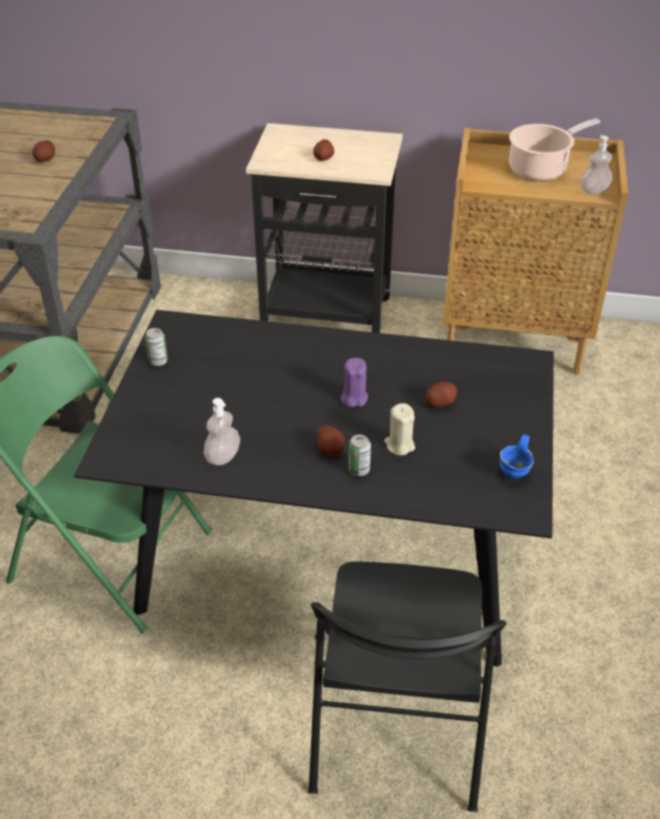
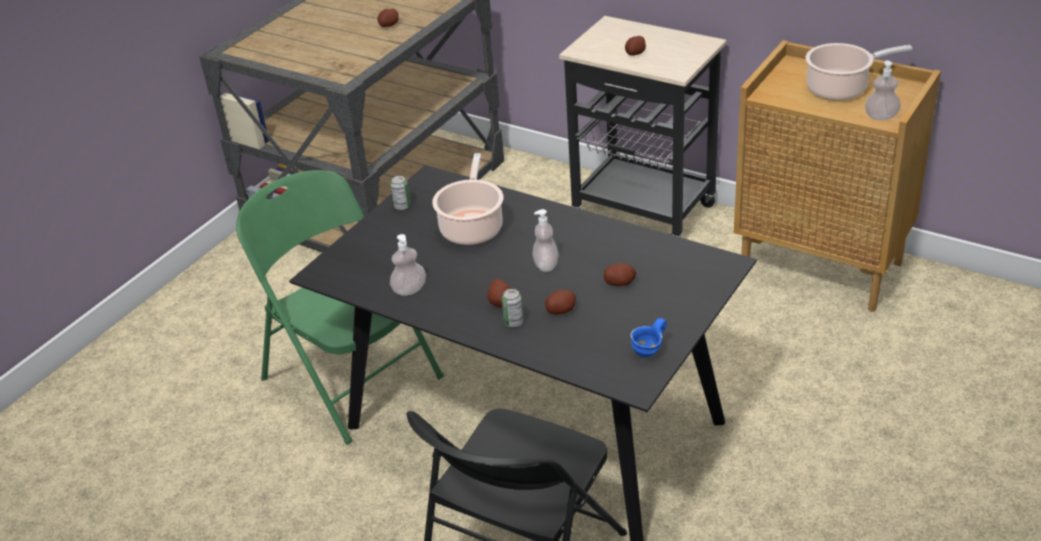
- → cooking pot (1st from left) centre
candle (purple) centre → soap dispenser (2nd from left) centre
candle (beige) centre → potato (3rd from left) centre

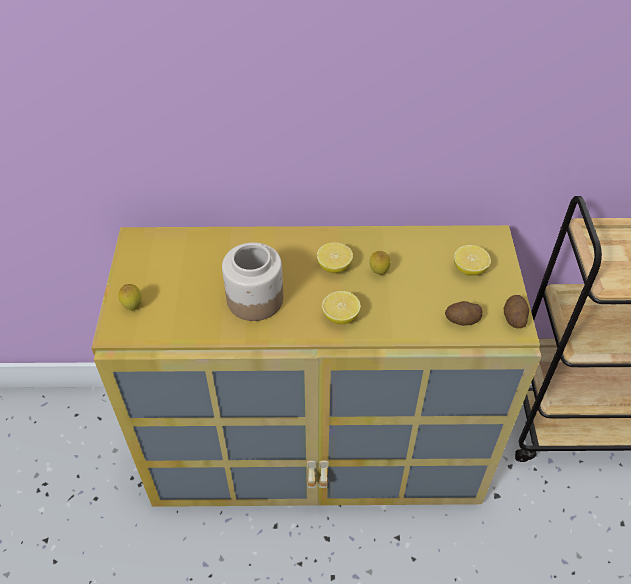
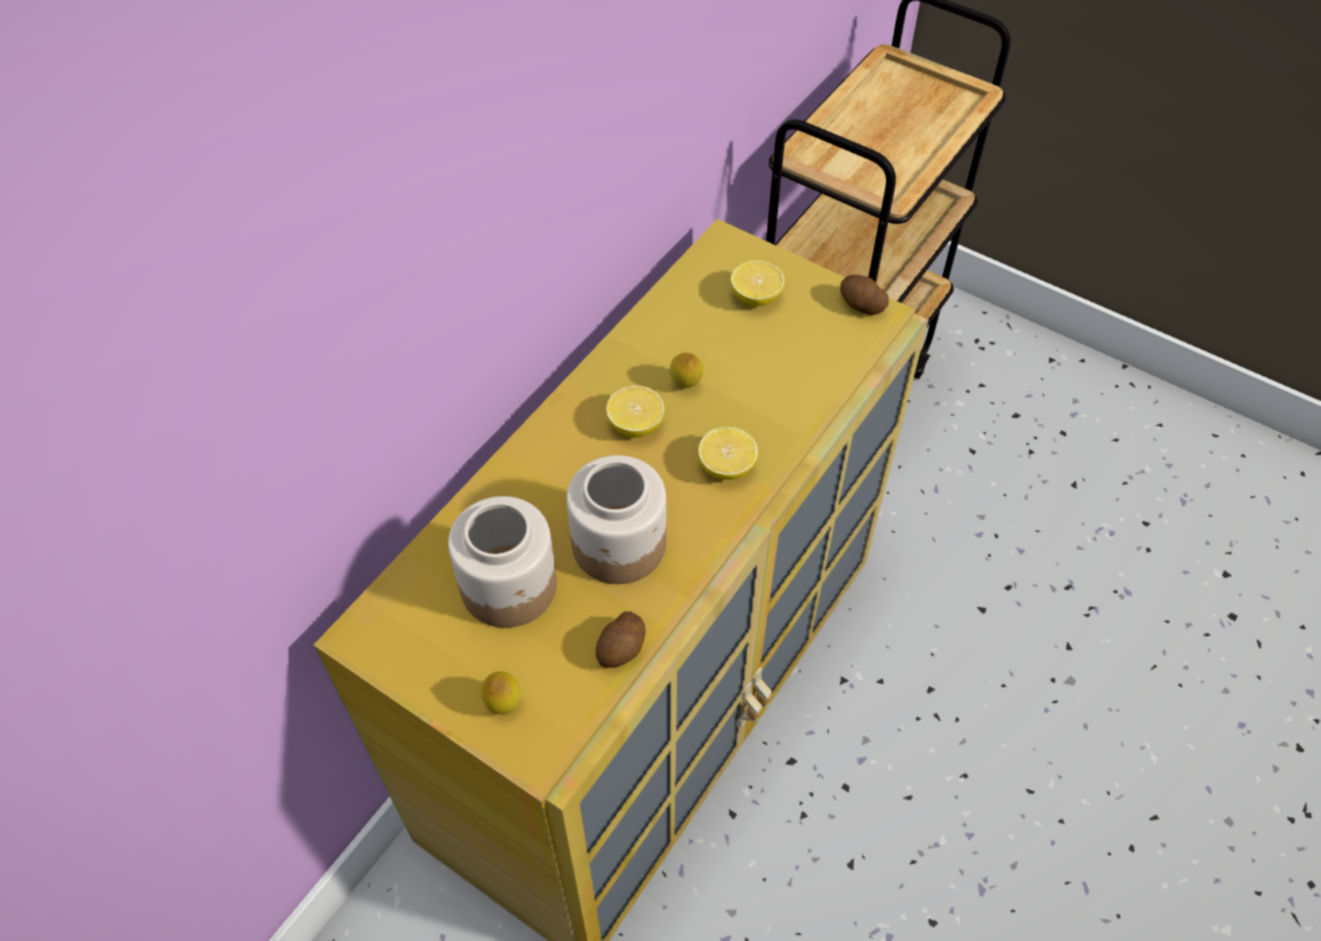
- → jar (1st from left) centre
potato (1st from left) middle right → potato (1st from left) bottom centre, moved

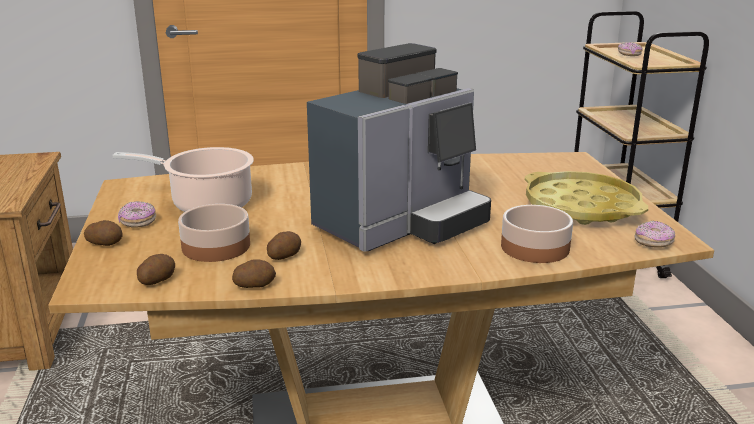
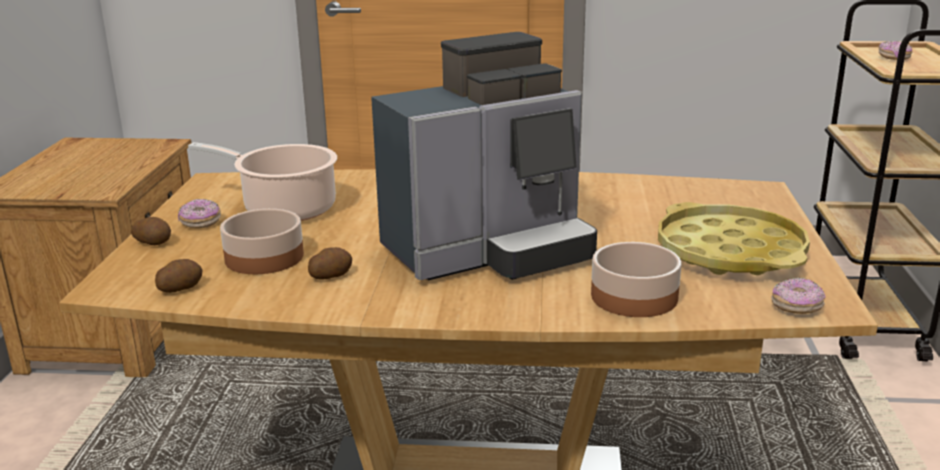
potato (3rd from left) centre → -

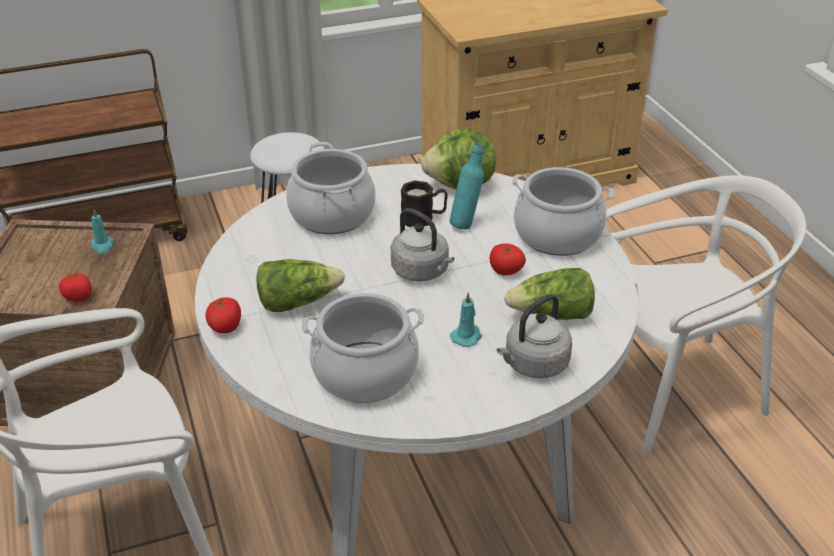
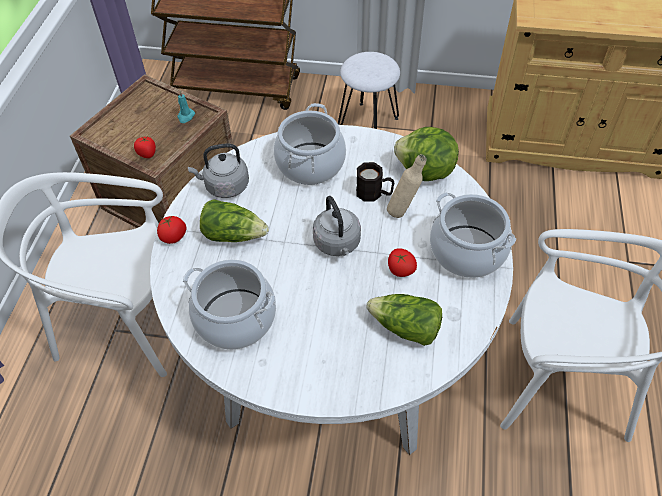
candle (turquoise) (2nd from left) centre → -
kettle (grey) (2nd from left in the first image) centre → kettle (grey) (1st from left) middle left, moved
bottle (turquoise) centre → bottle (beige) centre

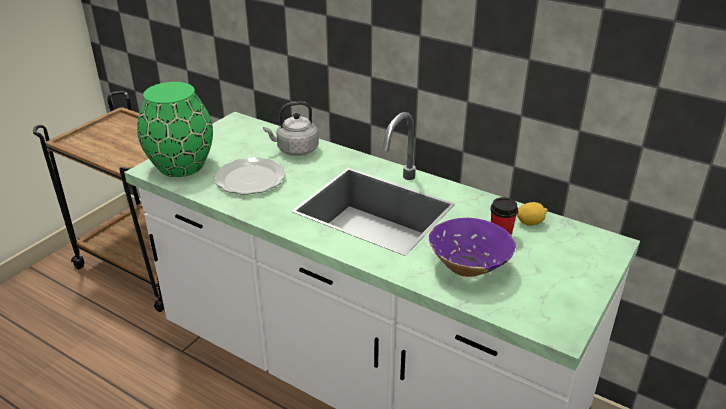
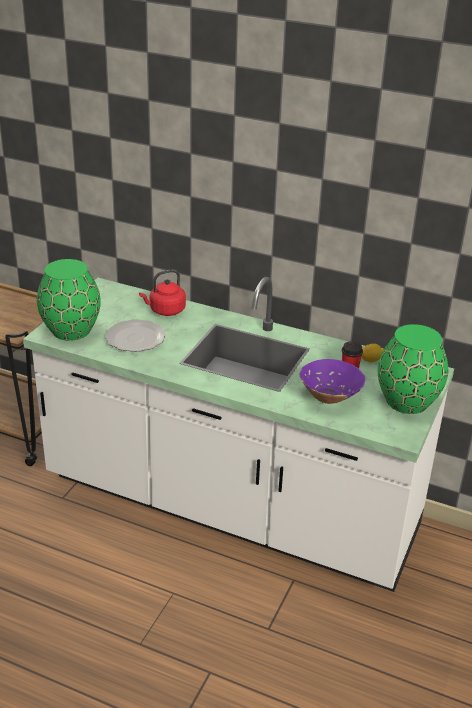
- → vase (green) (2nd from left) middle right
kettle (grey) top centre → kettle (red) centre

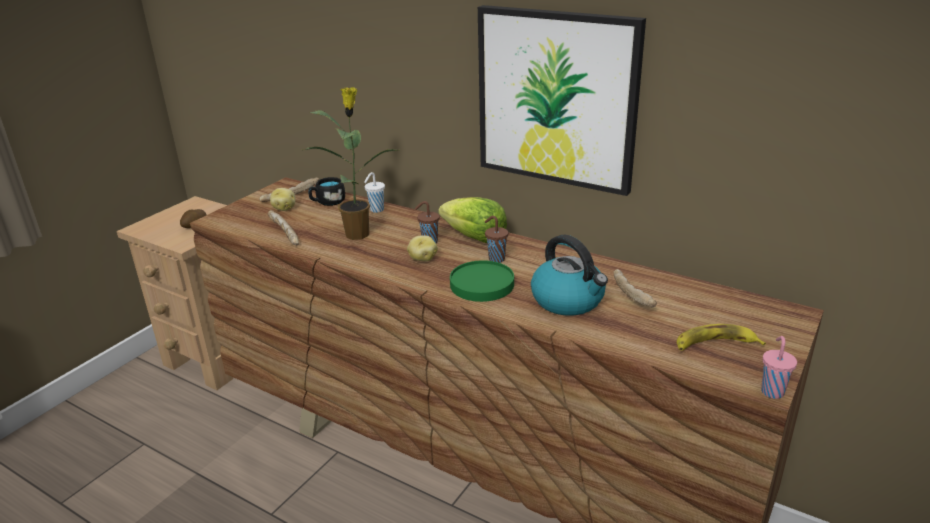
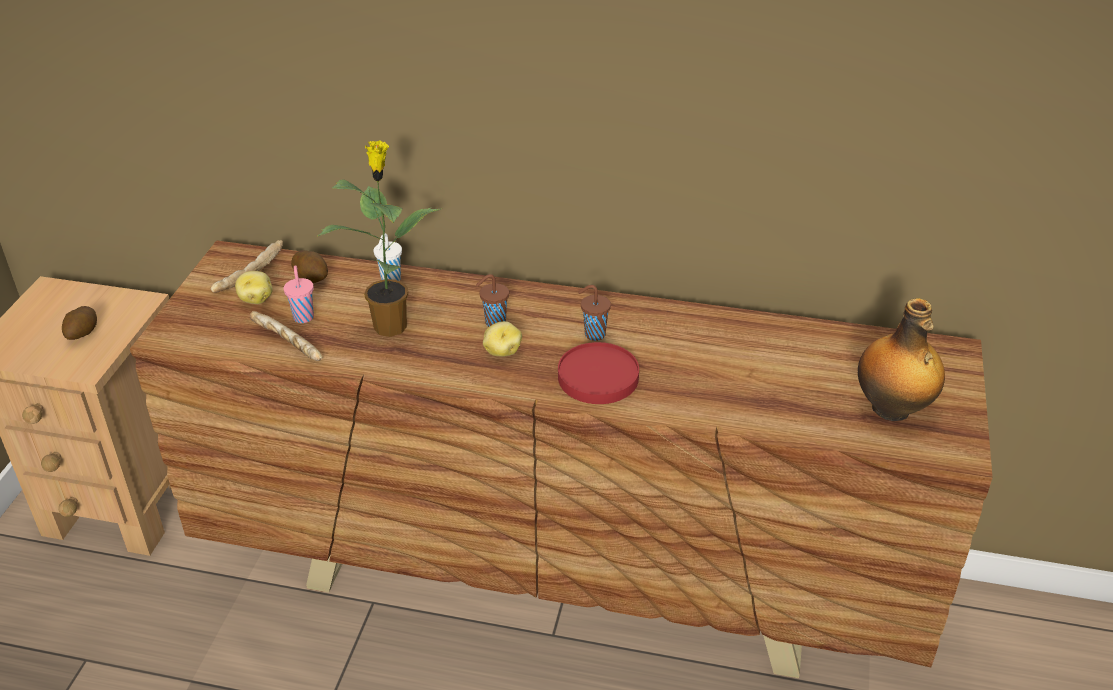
lettuce centre → -
picture top centre → -
kettle centre → -
bread (3rd from left) middle right → -
cup (pink) bottom right → cup (pink) middle left, moved
mug (black) centre → potato (3rd from left) middle left
banana middle right → bottle middle right
plate (green) centre → plate (red) centre

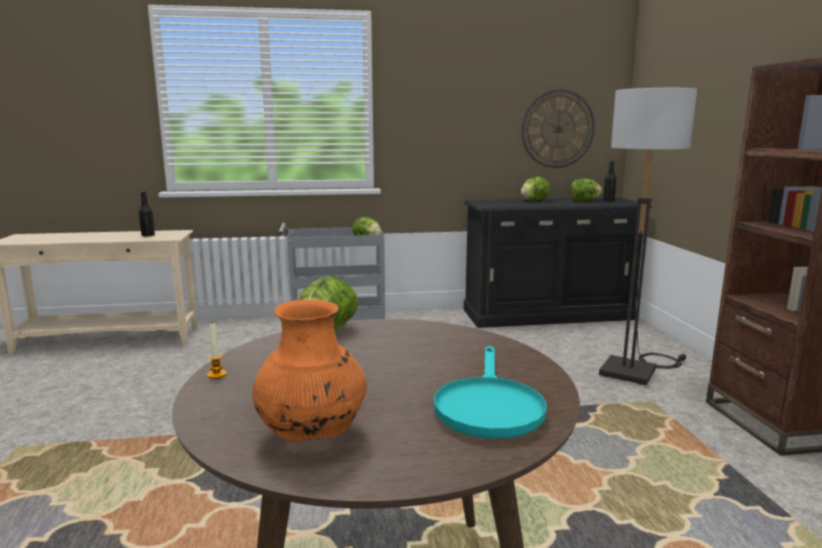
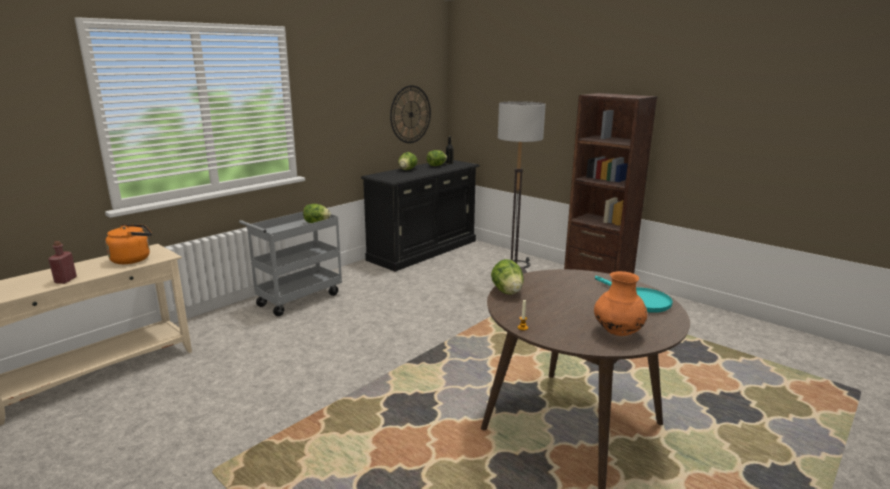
- → bottle (red) middle left
bottle (black) (1st from left) middle left → kettle (orange) middle left

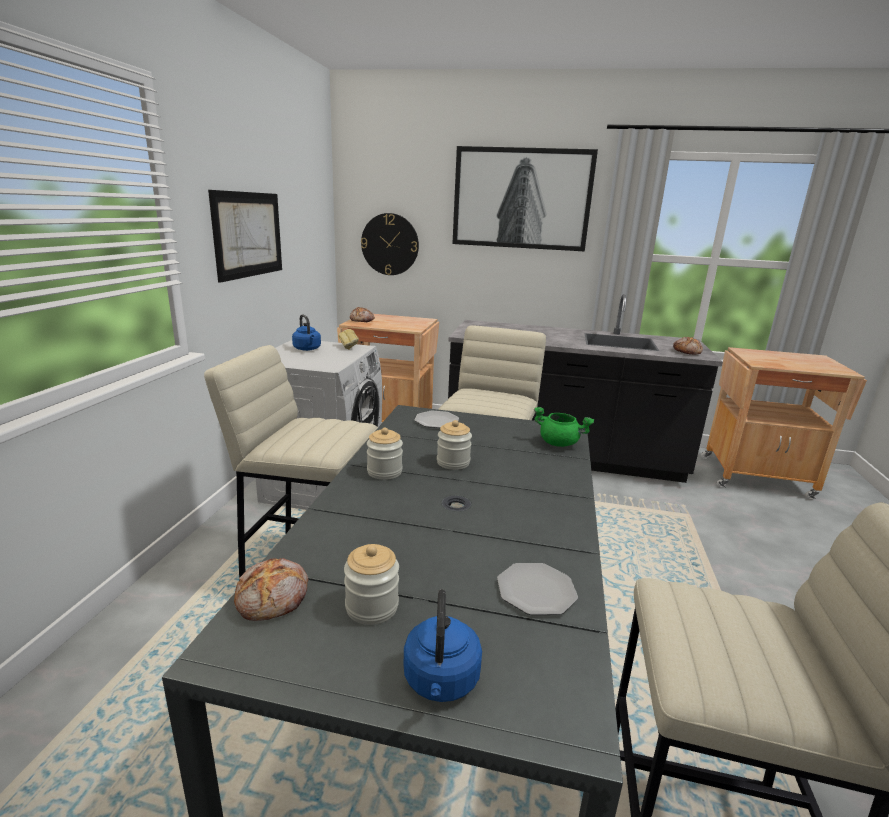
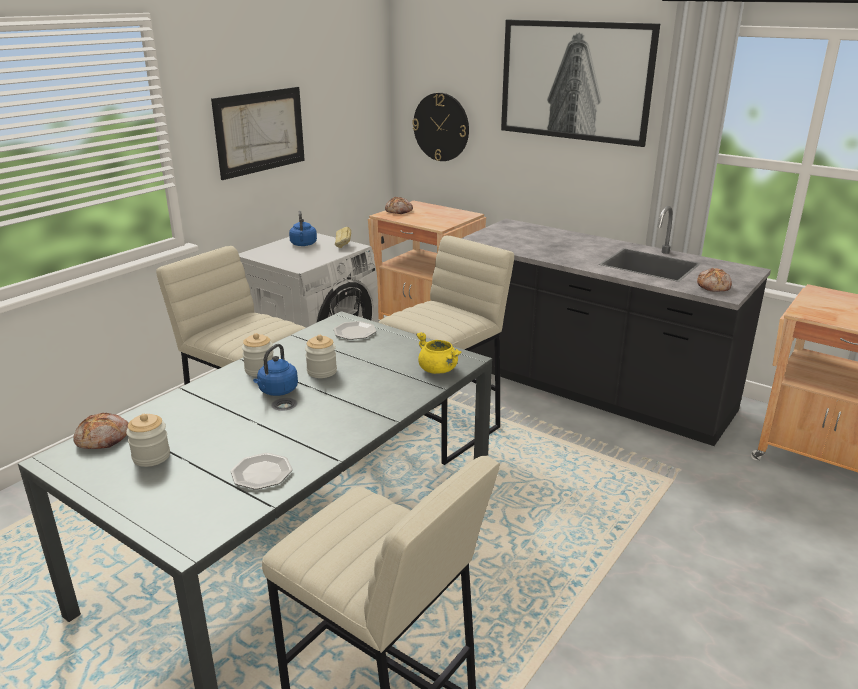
kettle (blue) (2nd from left in the first image) bottom centre → kettle (blue) (1st from left) middle left, moved
cooking pot (green) centre → cooking pot (yellow) centre

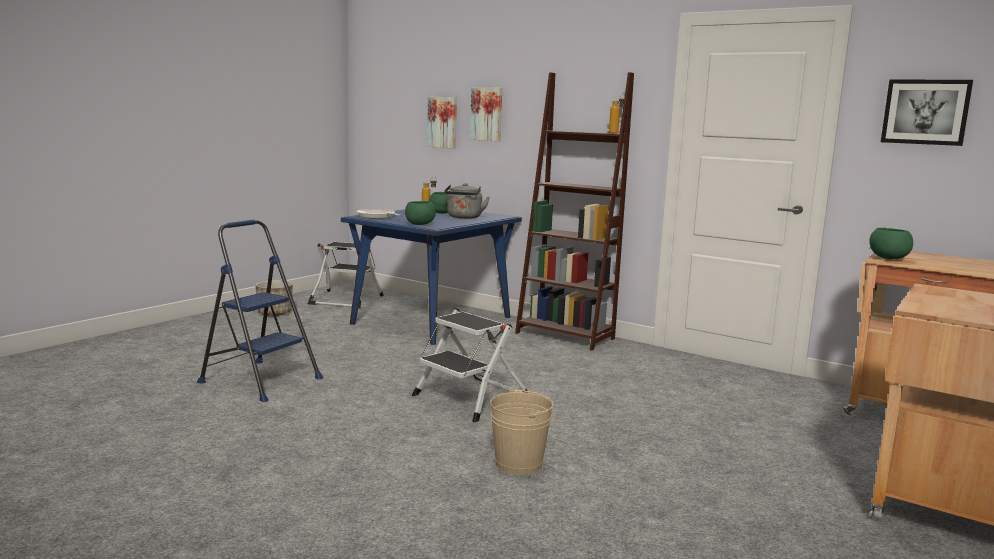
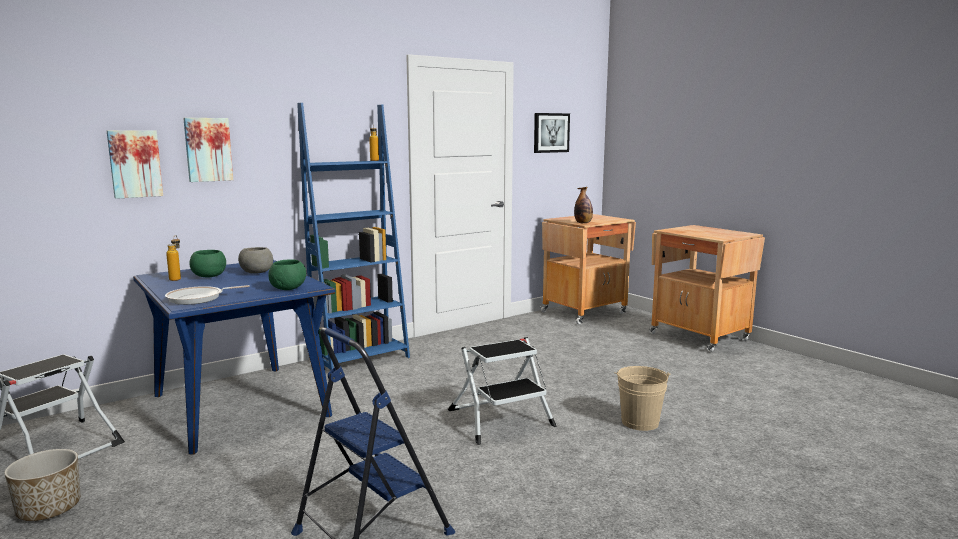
kettle (grey) centre → bowl (grey) middle left
bowl (green) (3rd from left) middle right → bottle (3rd from left) centre
bookcase (brown) centre → bookcase (blue) centre

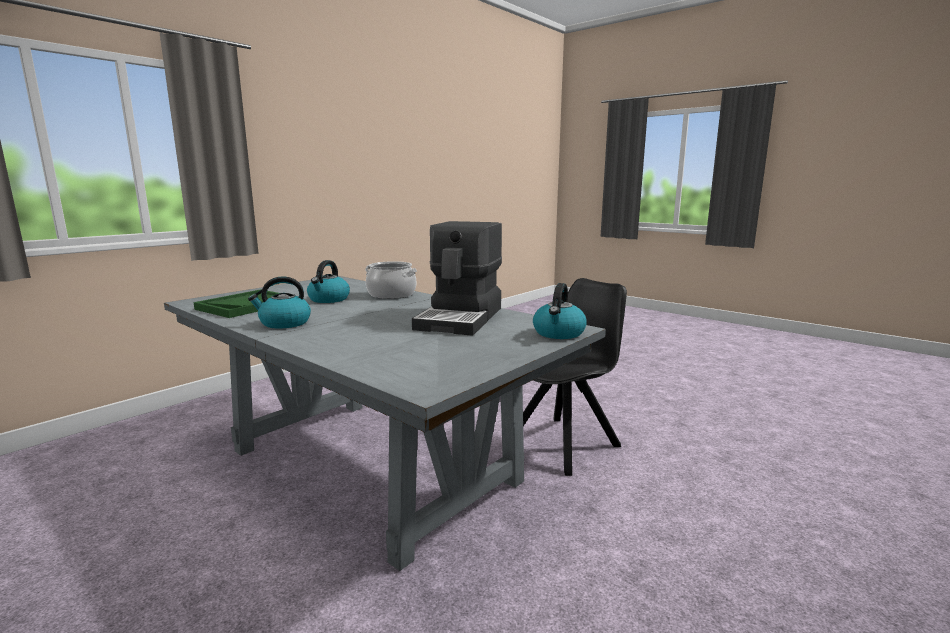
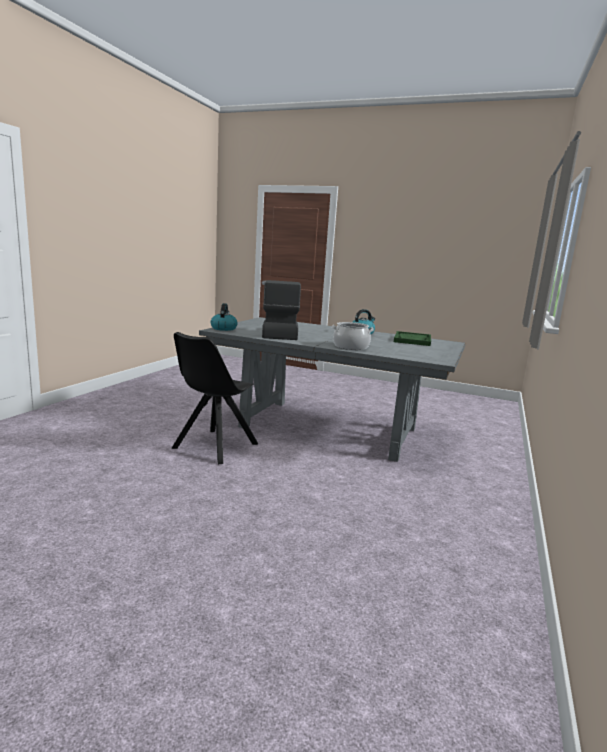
kettle (2nd from left) centre → -

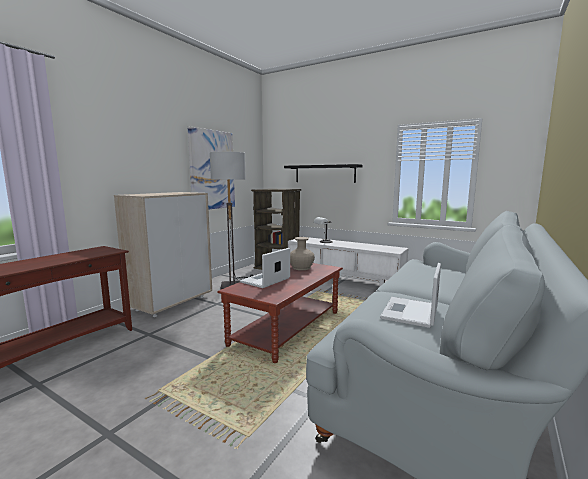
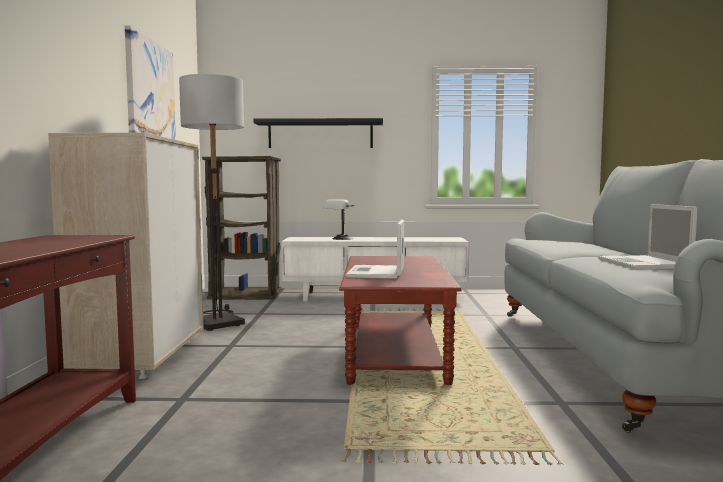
vase (beige) centre → -

